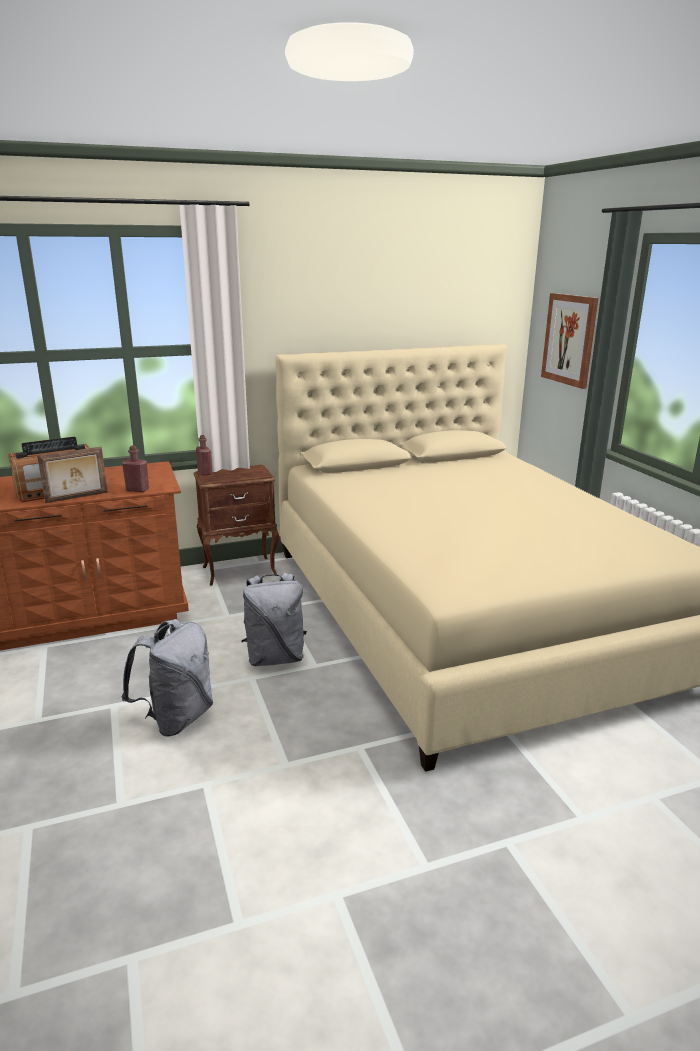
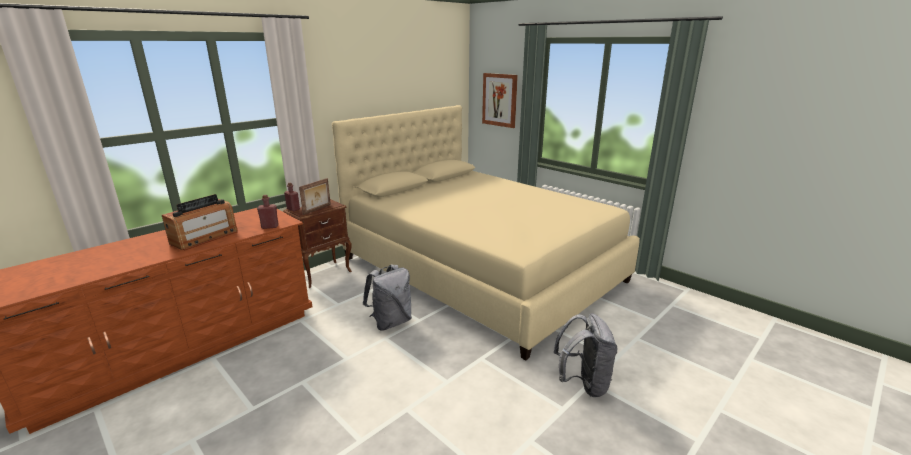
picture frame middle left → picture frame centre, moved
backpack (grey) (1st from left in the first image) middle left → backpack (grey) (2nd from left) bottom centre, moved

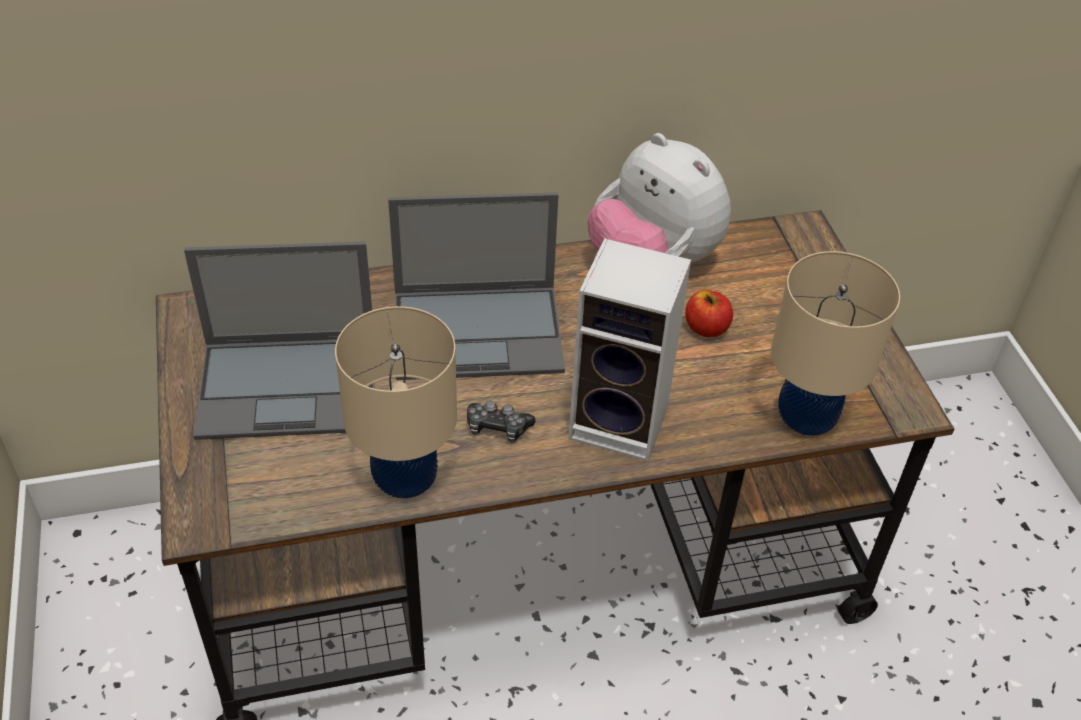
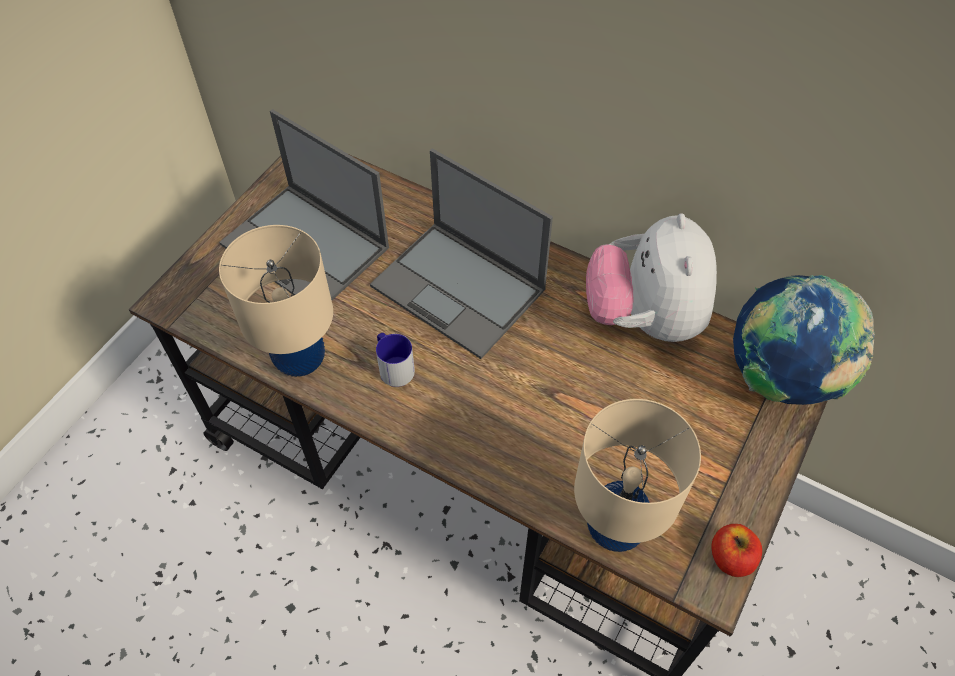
speaker centre → -
- → globe middle right
apple centre → apple bottom right, moved
game controller centre → mug centre

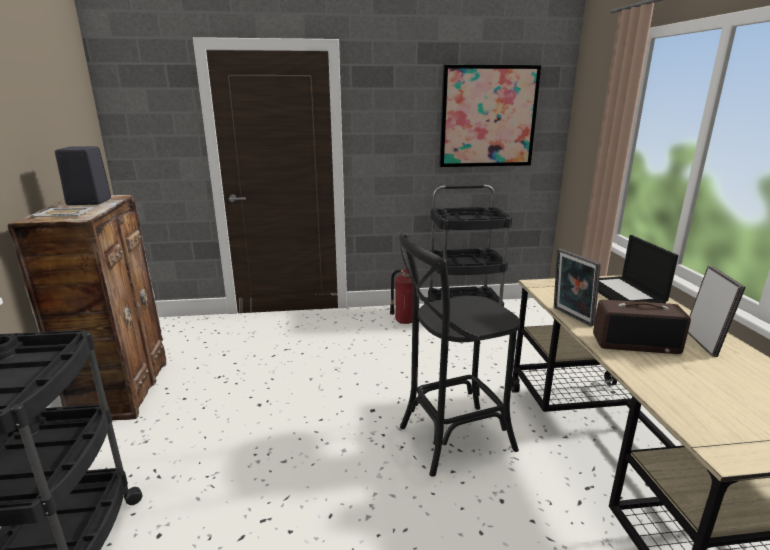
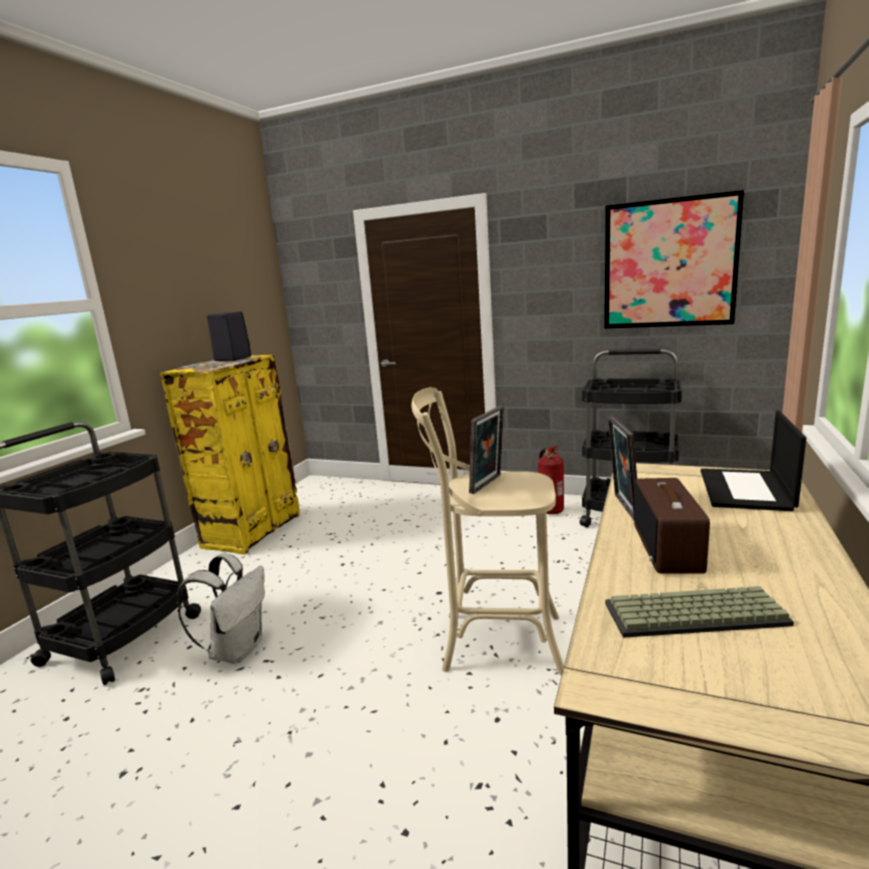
- → backpack (white) bottom left
- → keyboard bottom right
picture frame (3rd from left in the first image) middle right → picture frame (2nd from left) centre, moved
cabinet (brown) middle left → cabinet (yellow) middle left
stool (black) centre → stool (beige) centre
radio middle right, 60 degrees clockwise

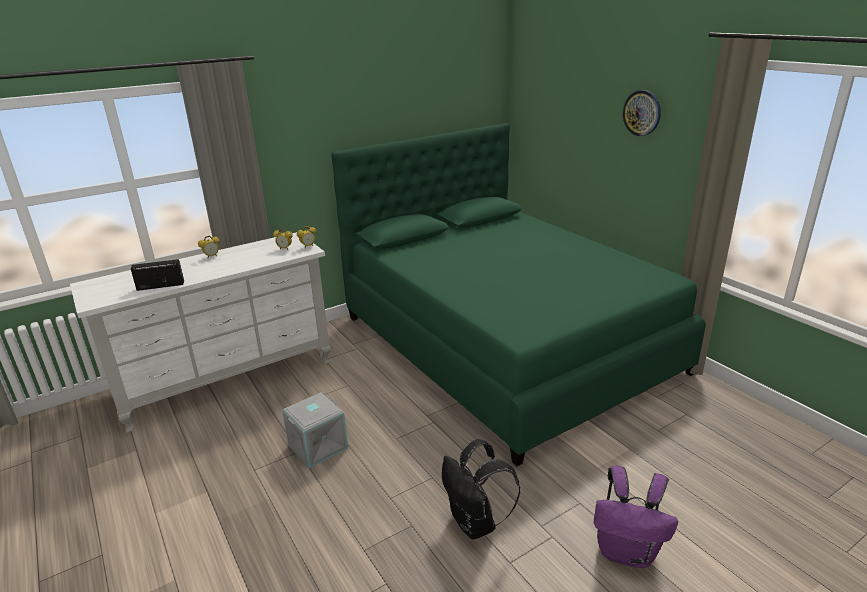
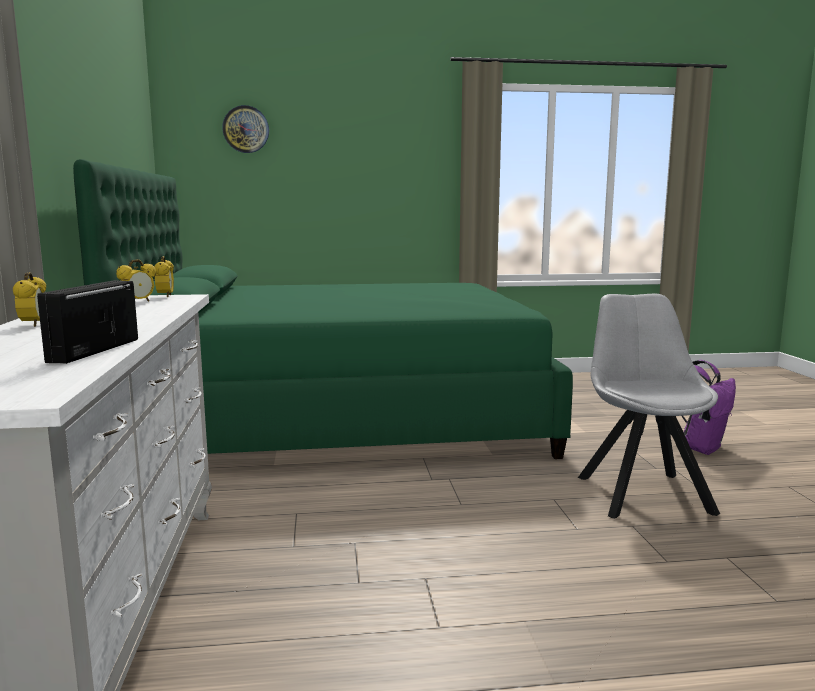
storage box (grey) bottom centre → -
wall clock top right → wall clock top left, moved
backpack (black) bottom centre → chair (grey) middle right

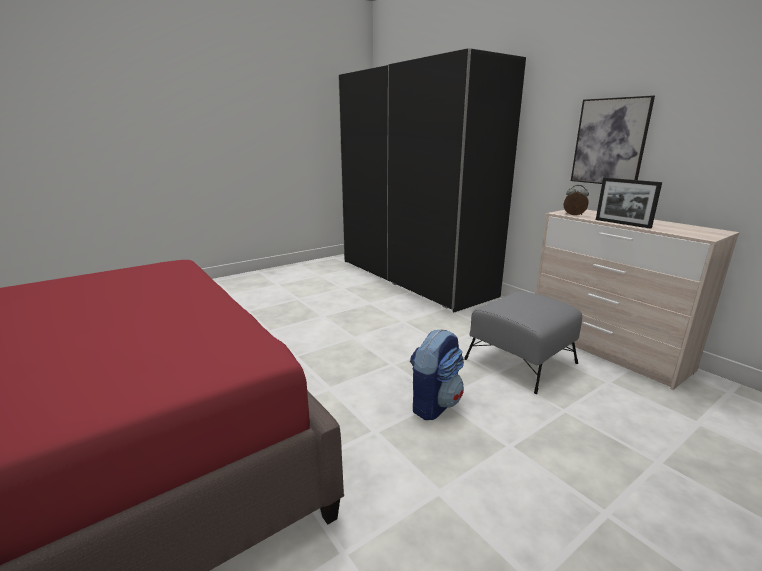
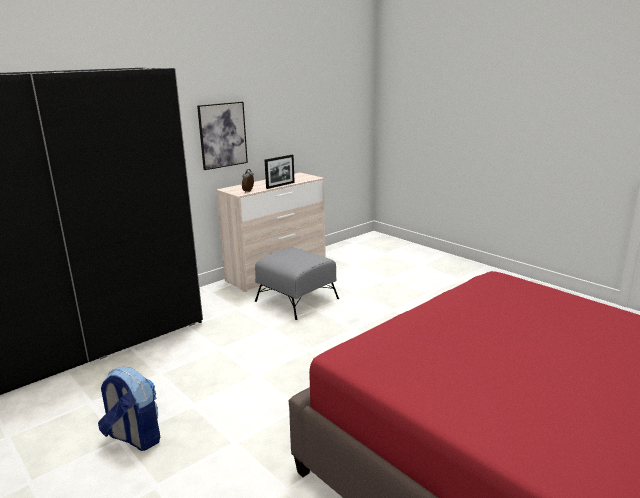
backpack centre → backpack bottom left, moved

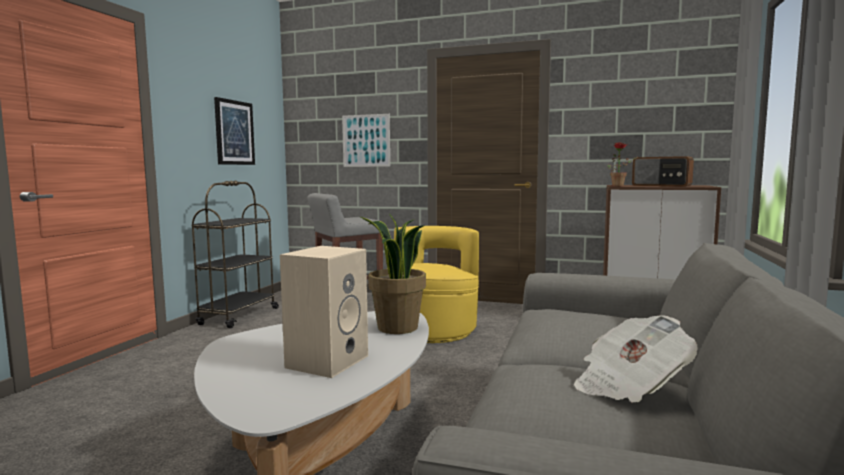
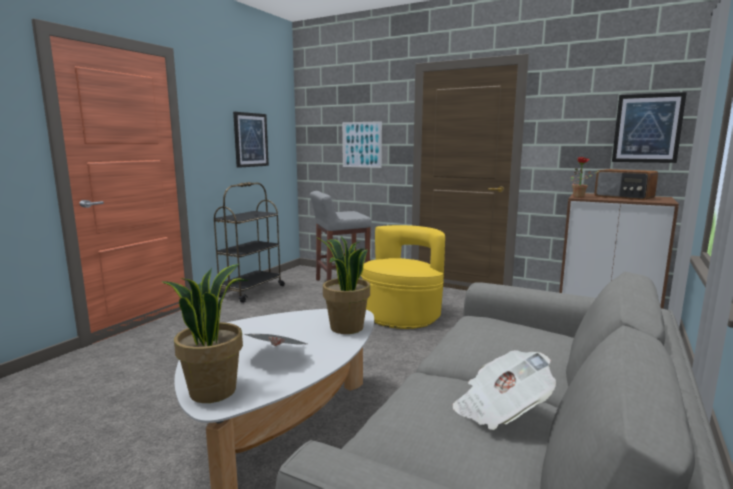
- → potted plant (1st from left) bottom left
- → picture (3rd from left) top right
speaker (beige) centre → newspaper (1st from left) bottom centre

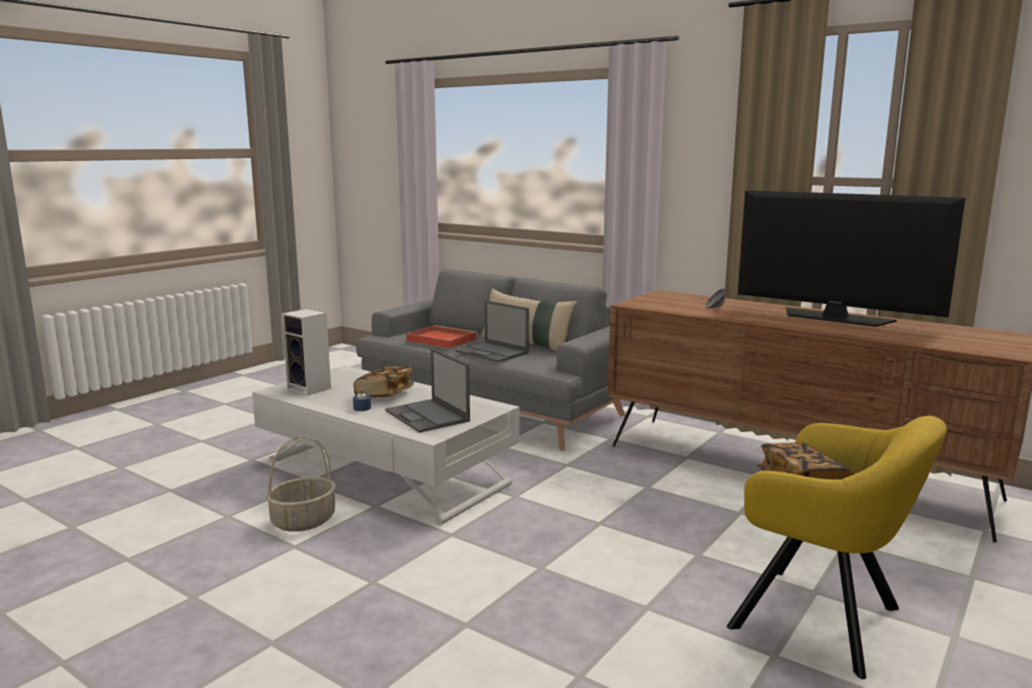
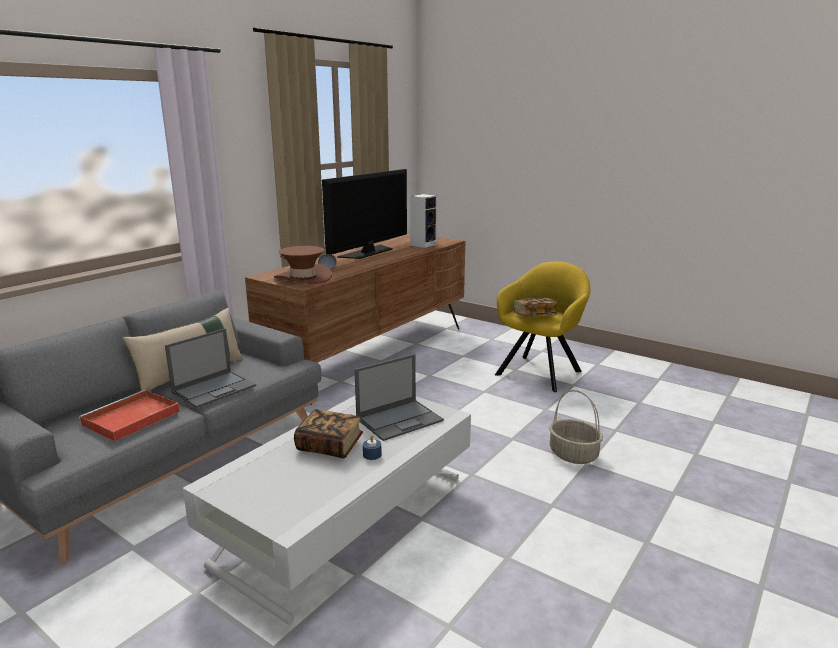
- → hat (brown) centre
basket bottom left → basket middle right, moved
speaker middle left → speaker centre, moved

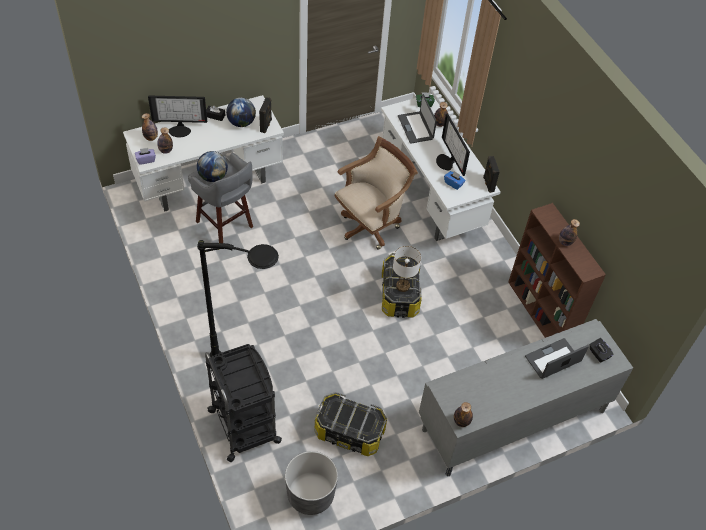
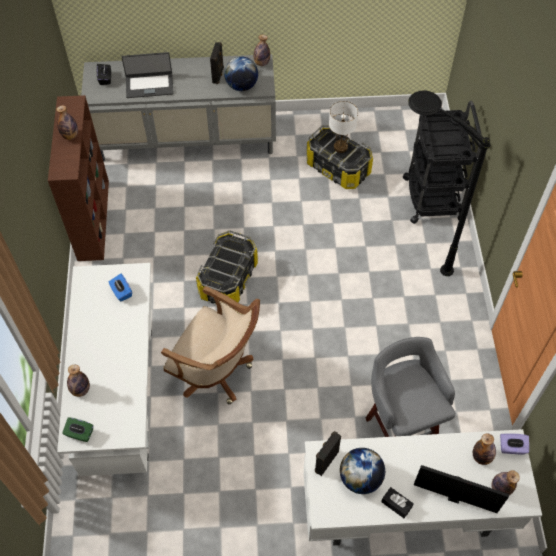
planter (grey) bottom centre → -
laptop (1st from left) top centre → -
monitor (2nd from left) top centre → -
globe (1st from left) top left → globe (1st from left) top centre, moved
table lamp centre → table lamp top centre, moved
speaker (black) (2nd from left in the first image) top right → speaker (black) (1st from left) top centre, moved
office chair centre, 135 degrees counterclockwise

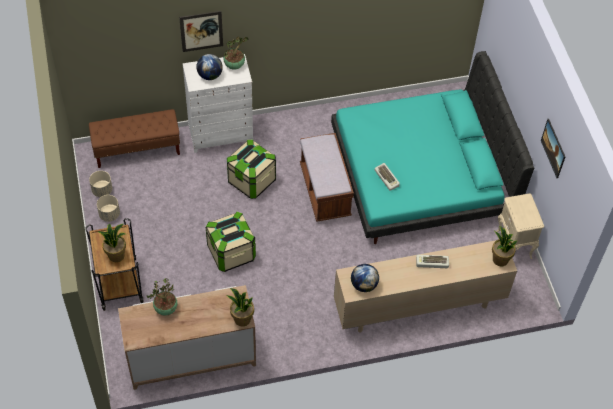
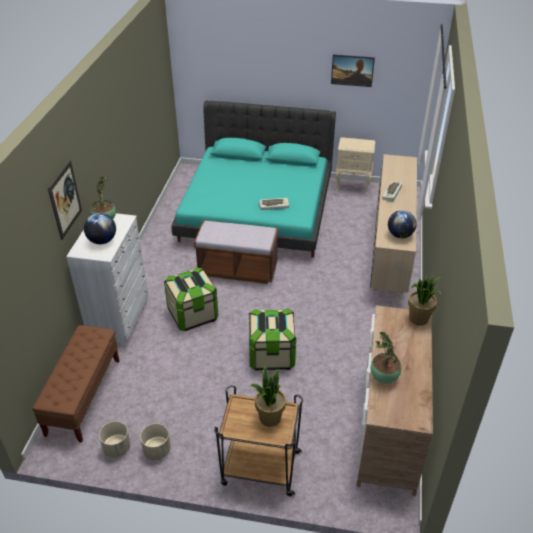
potted plant (5th from left) middle right → -

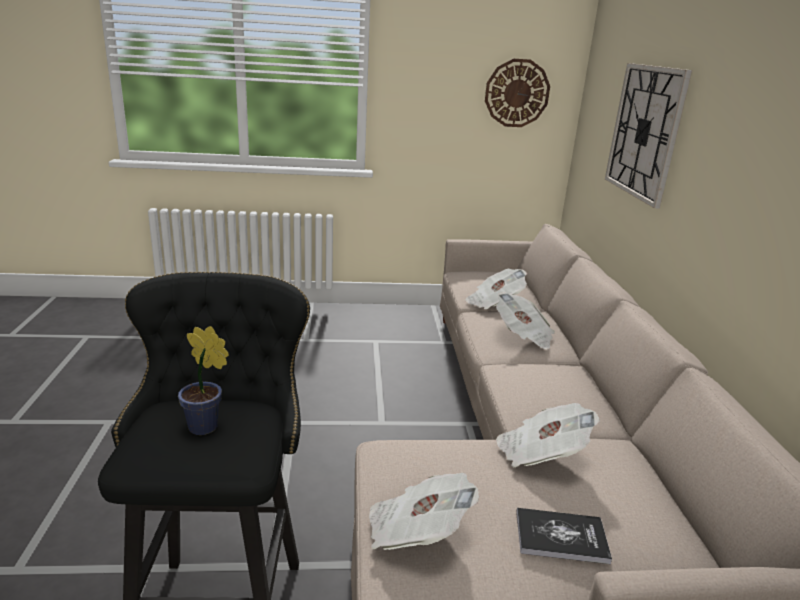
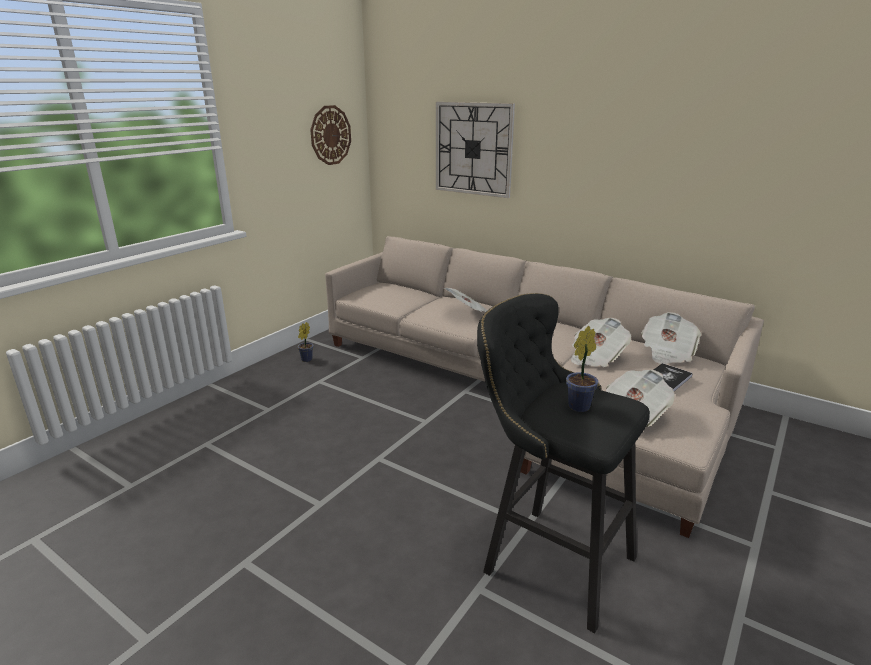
- → potted plant (1st from left) centre
newspaper (2nd from left in the first image) centre → newspaper (4th from left) middle right, moved

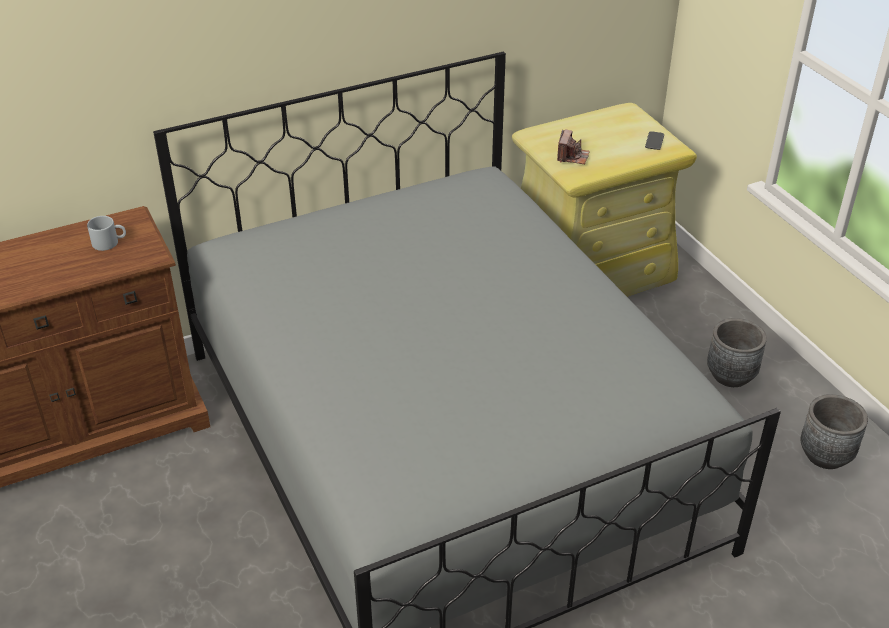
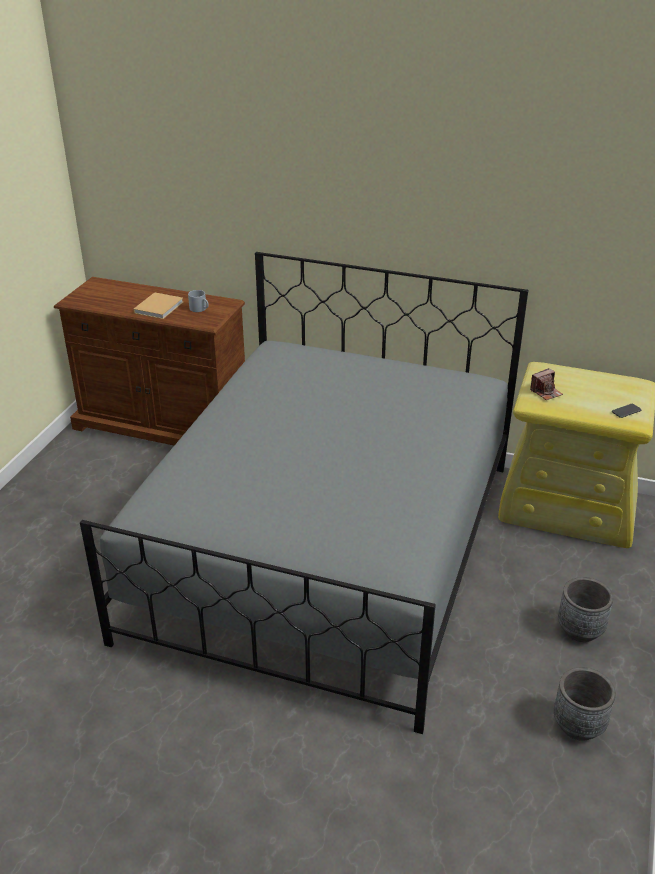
- → book (beige) middle left

